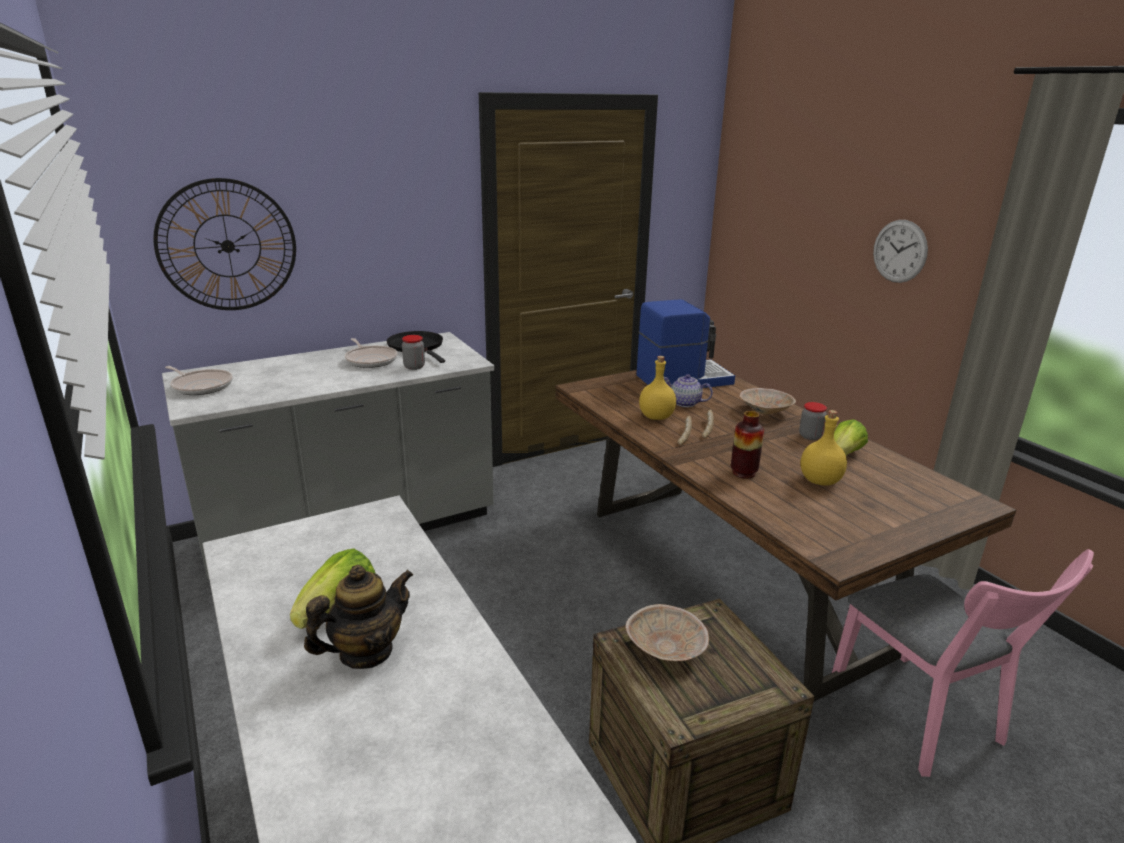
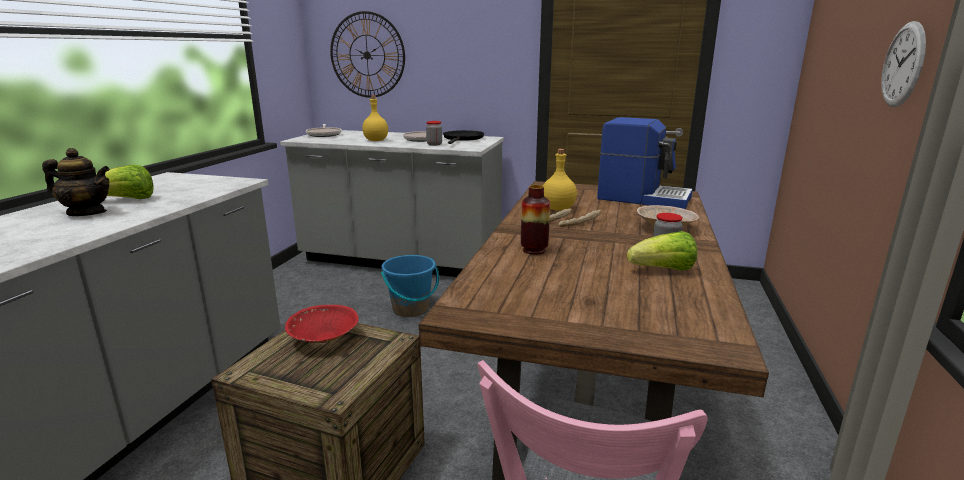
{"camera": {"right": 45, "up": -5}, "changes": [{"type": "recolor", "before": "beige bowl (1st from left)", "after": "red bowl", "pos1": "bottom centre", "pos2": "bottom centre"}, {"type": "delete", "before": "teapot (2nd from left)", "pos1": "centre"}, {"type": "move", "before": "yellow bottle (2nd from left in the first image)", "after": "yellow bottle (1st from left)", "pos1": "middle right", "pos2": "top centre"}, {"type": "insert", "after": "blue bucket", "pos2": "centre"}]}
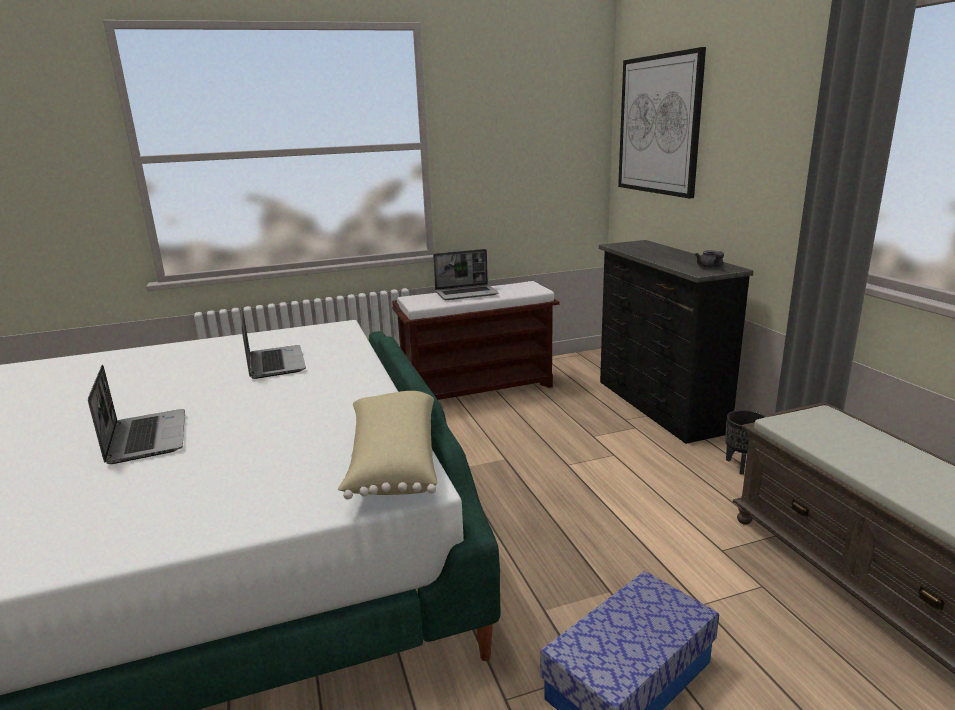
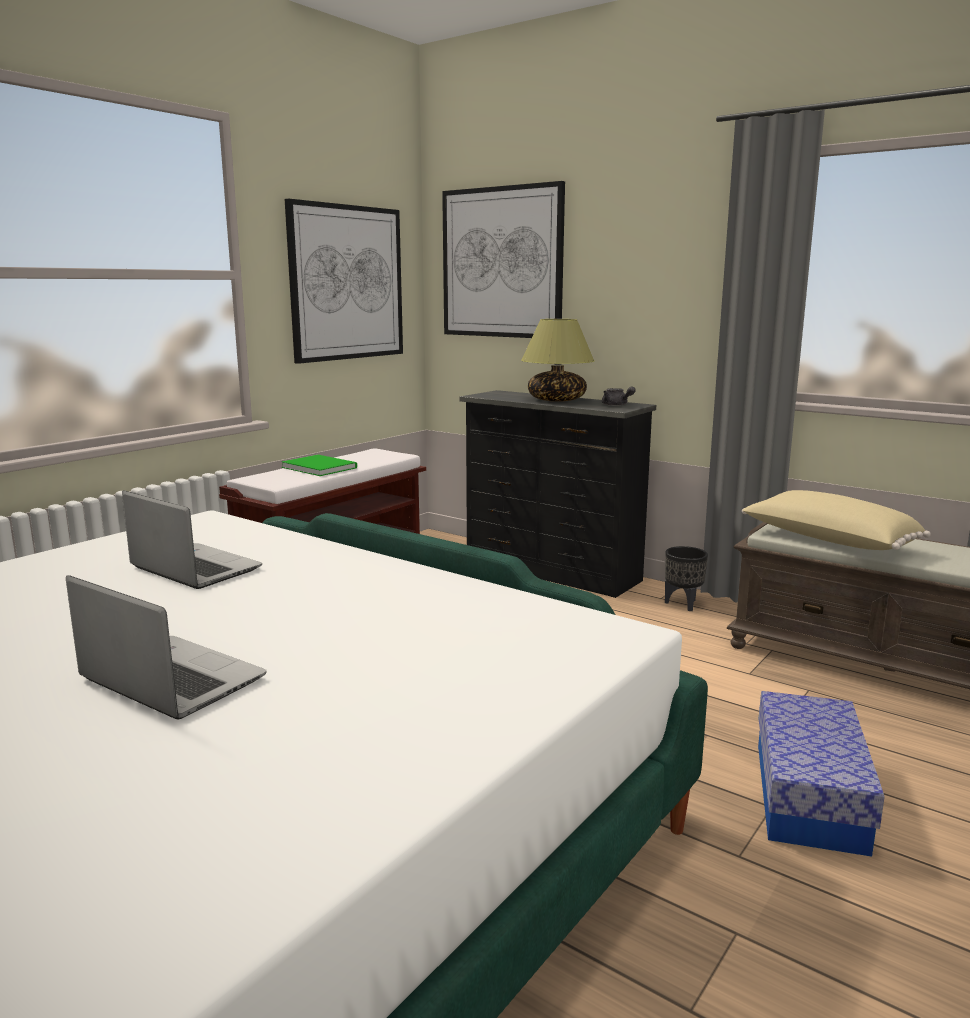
{"camera": {"right": -35, "up": -5}, "changes": [{"type": "move", "before": "beige pillow", "pos1": "centre", "pos2": "middle right"}, {"type": "replace", "before": "laptop (3rd from left)", "after": "green book", "pos1": "centre", "pos2": "middle left"}, {"type": "insert", "after": "picture (1st from left)", "pos2": "top centre"}, {"type": "insert", "after": "table lamp", "pos2": "centre"}]}
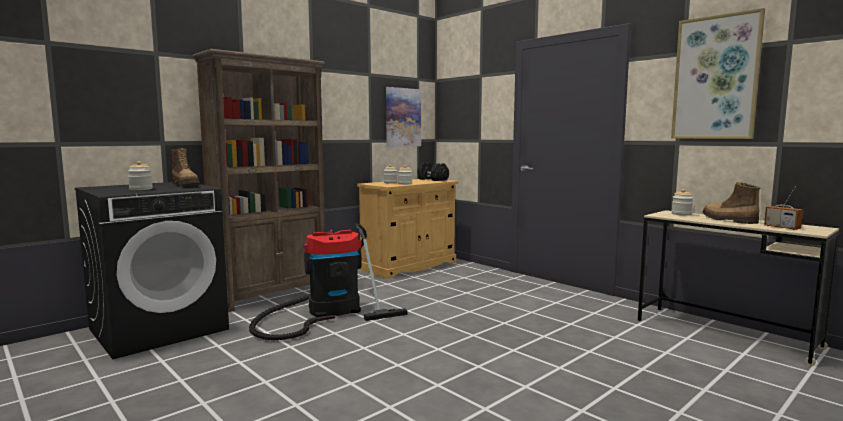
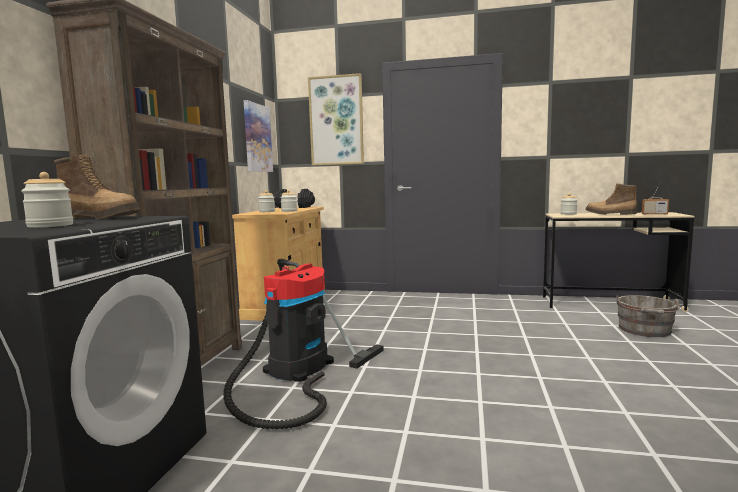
{"camera": {"right": -35, "up": 0}, "changes": [{"type": "move", "before": "picture (2nd from left)", "pos1": "top right", "pos2": "top centre"}, {"type": "insert", "after": "grey bucket", "pos2": "middle right"}]}
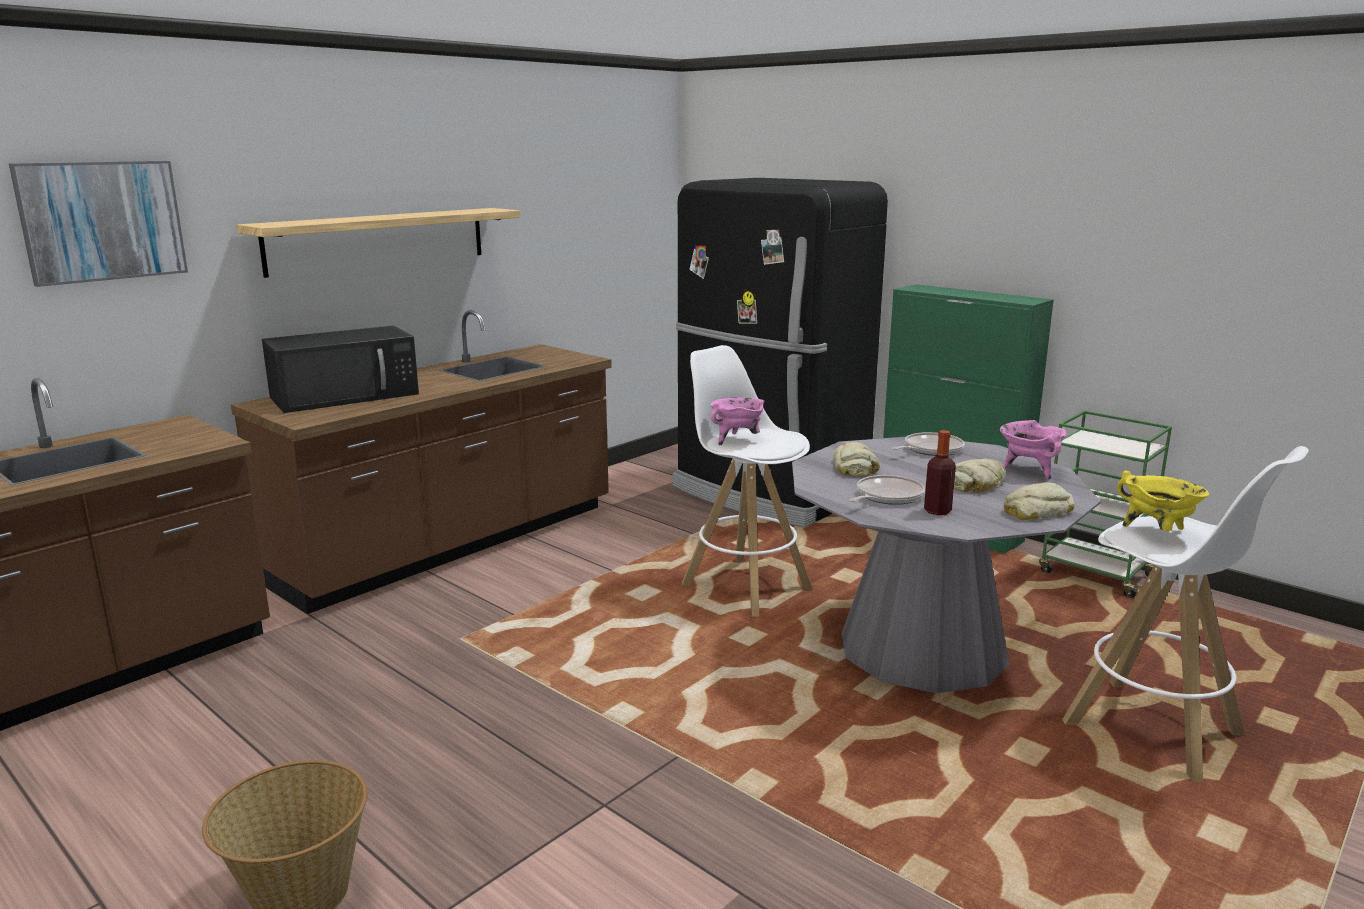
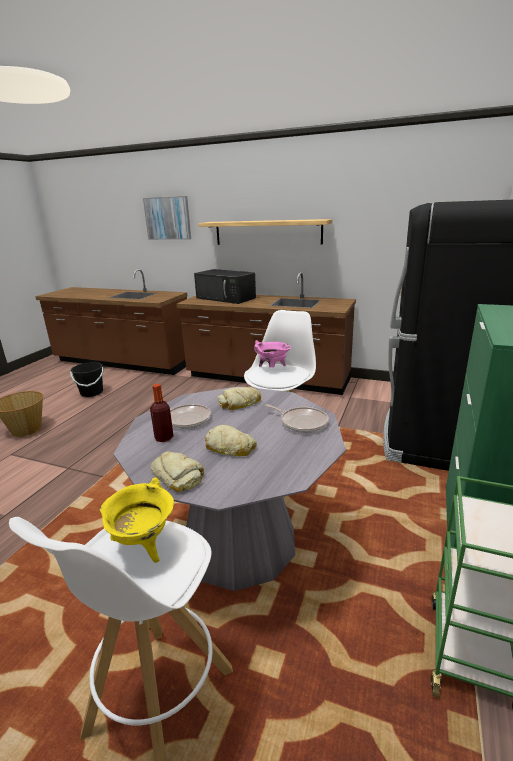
{"camera": {"right": 70, "up": 5}, "changes": [{"type": "delete", "before": "pink cooking pot (2nd from left)", "pos1": "middle right"}, {"type": "insert", "after": "black bucket", "pos2": "middle left"}]}
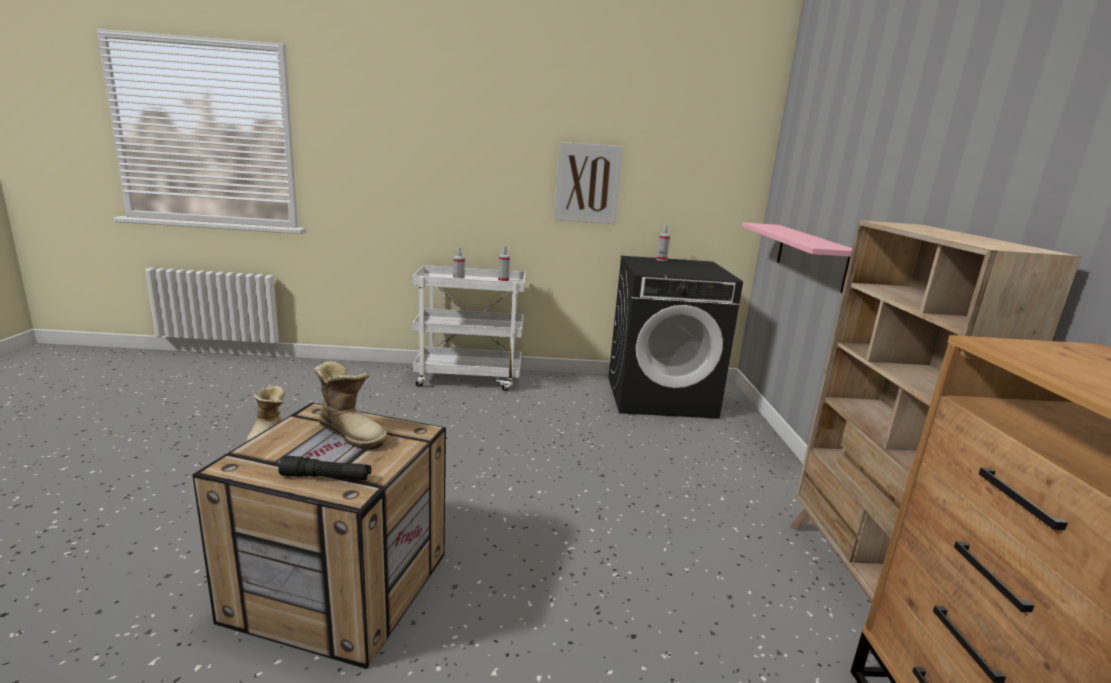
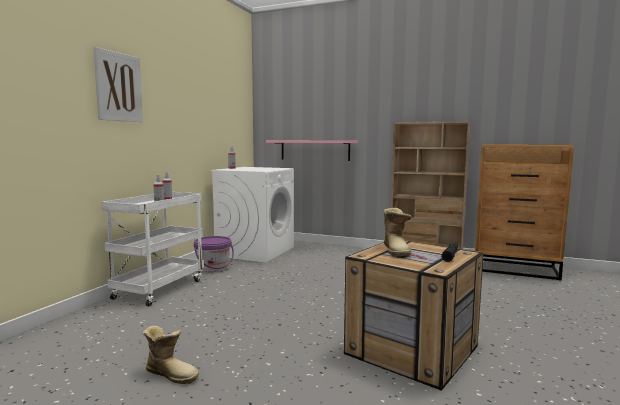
{"camera": {"right": -65, "up": -10}, "changes": [{"type": "rotate", "before": "boot (2nd from left)", "pos1": "middle left", "pos2": "centre", "turn": 120}, {"type": "move", "before": "picture", "pos1": "top centre", "pos2": "top left"}, {"type": "recolor", "before": "black washing machine", "after": "white washing machine", "pos1": "centre", "pos2": "centre"}, {"type": "insert", "after": "purple bucket", "pos2": "centre"}]}
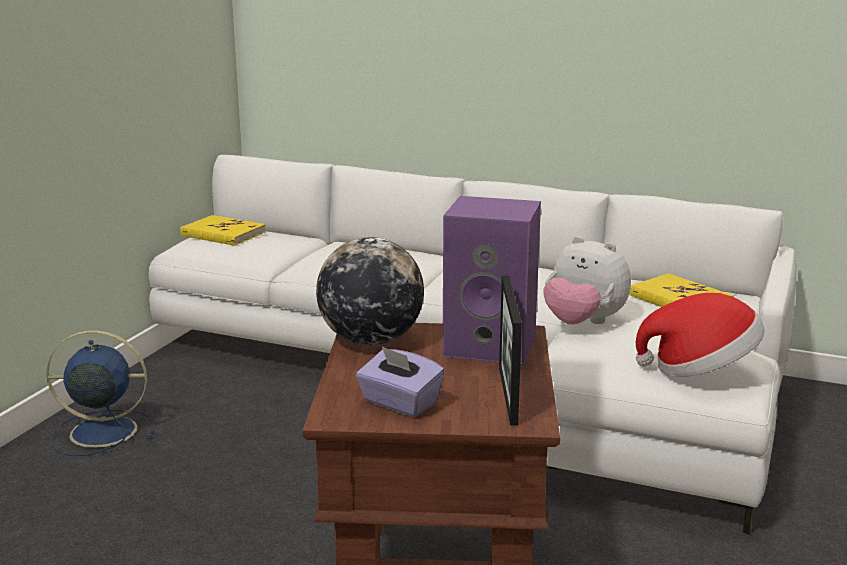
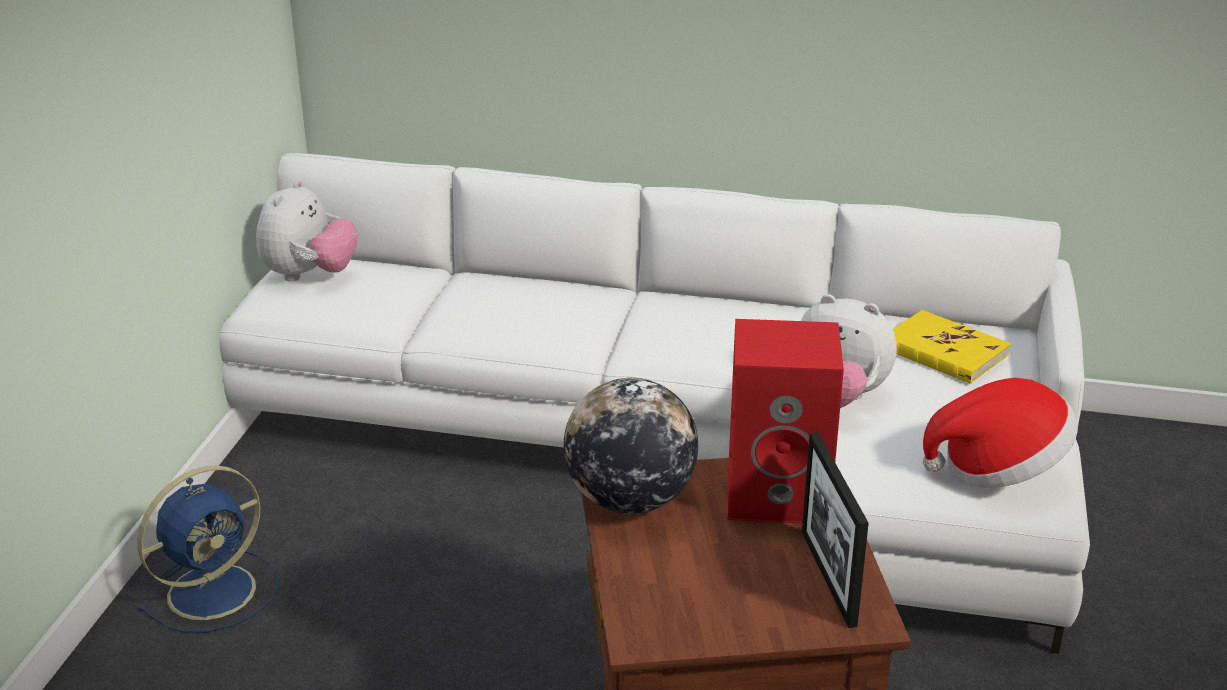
{"camera": {"right": -10, "up": 10}, "changes": [{"type": "rotate", "before": "blue fan", "pos1": "bottom left", "pos2": "bottom left", "turn": 150}, {"type": "replace", "before": "yellow book (1st from left)", "after": "plush toy (1st from left)", "pos1": "middle left", "pos2": "middle left"}, {"type": "delete", "before": "purple tissue box", "pos1": "bottom centre"}, {"type": "recolor", "before": "purple speaker", "after": "red speaker", "pos1": "centre", "pos2": "centre"}]}
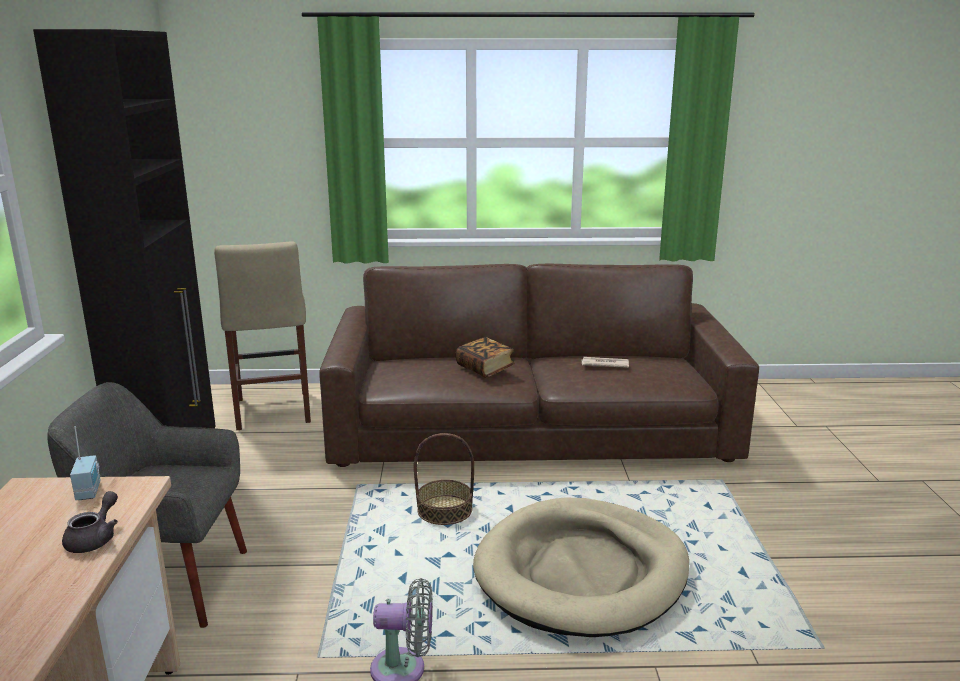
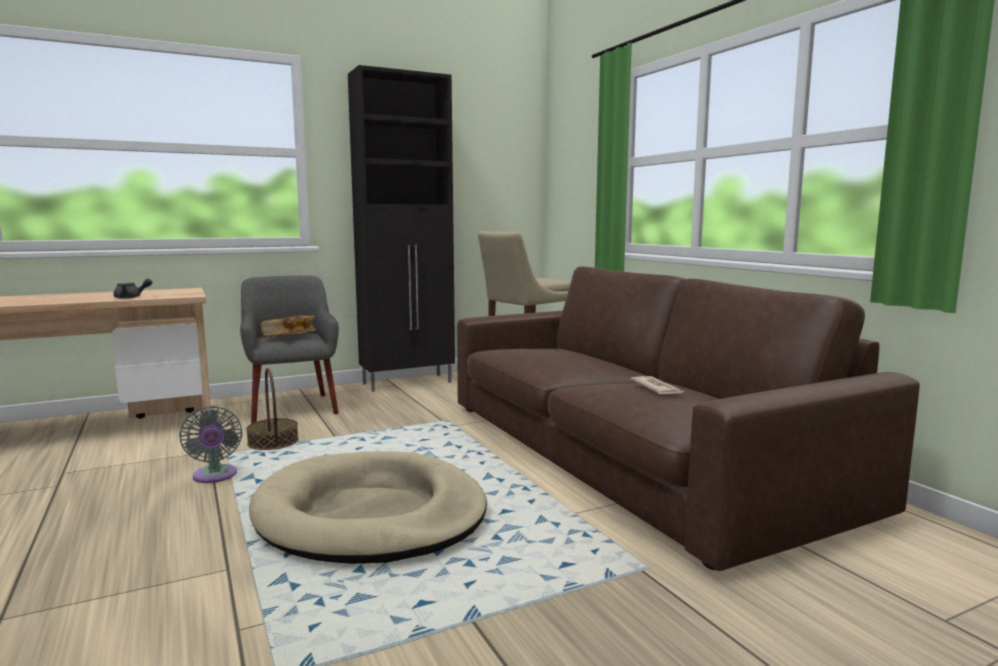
{"camera": {"right": 65, "up": -10}, "changes": [{"type": "delete", "before": "radio", "pos1": "bottom left"}, {"type": "move", "before": "basket", "pos1": "bottom centre", "pos2": "middle left"}, {"type": "move", "before": "book", "pos1": "centre", "pos2": "middle left"}]}
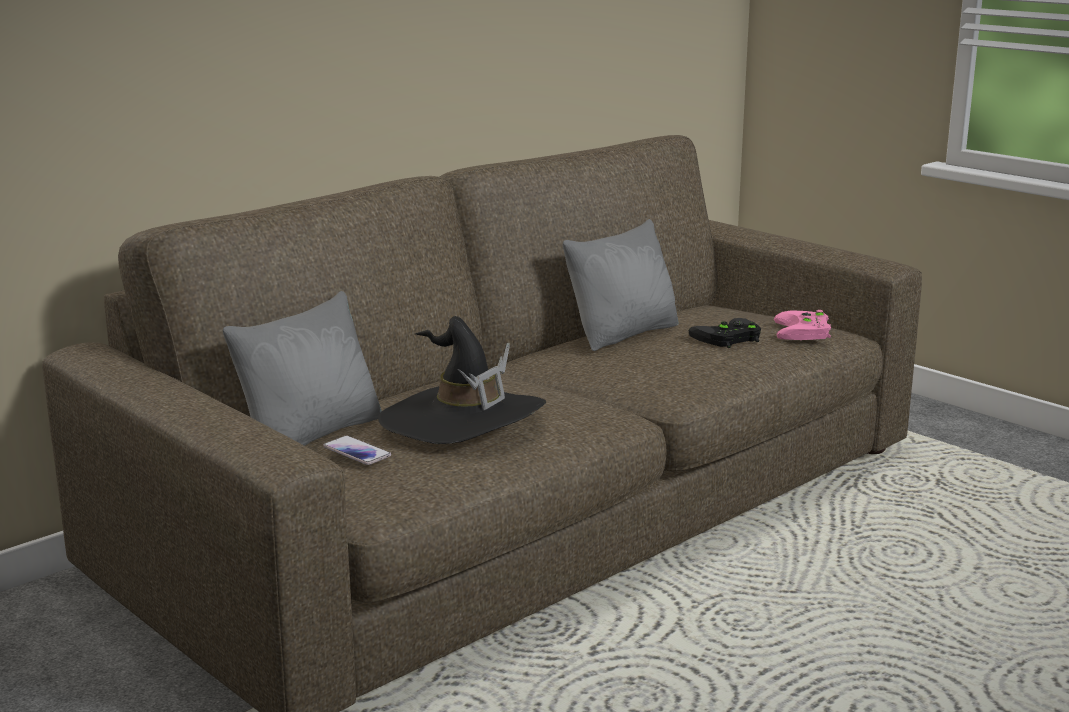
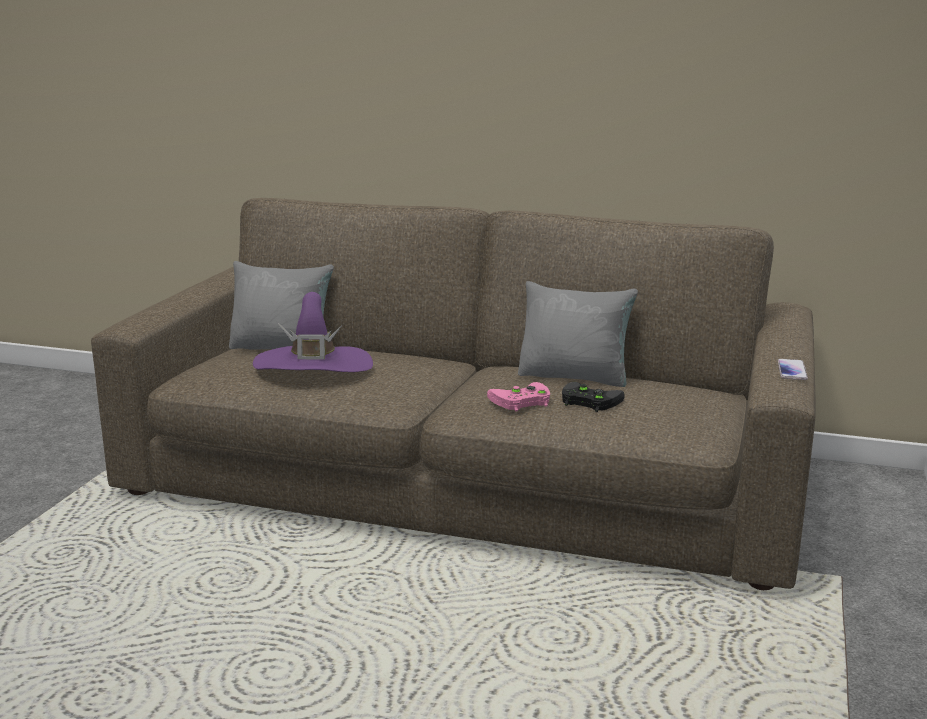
{"camera": {"right": 60, "up": 0}, "changes": [{"type": "move", "before": "phone", "pos1": "centre", "pos2": "middle right"}, {"type": "recolor", "before": "black hat", "after": "purple hat", "pos1": "centre", "pos2": "centre"}, {"type": "move", "before": "pink game controller", "pos1": "middle right", "pos2": "centre"}]}
